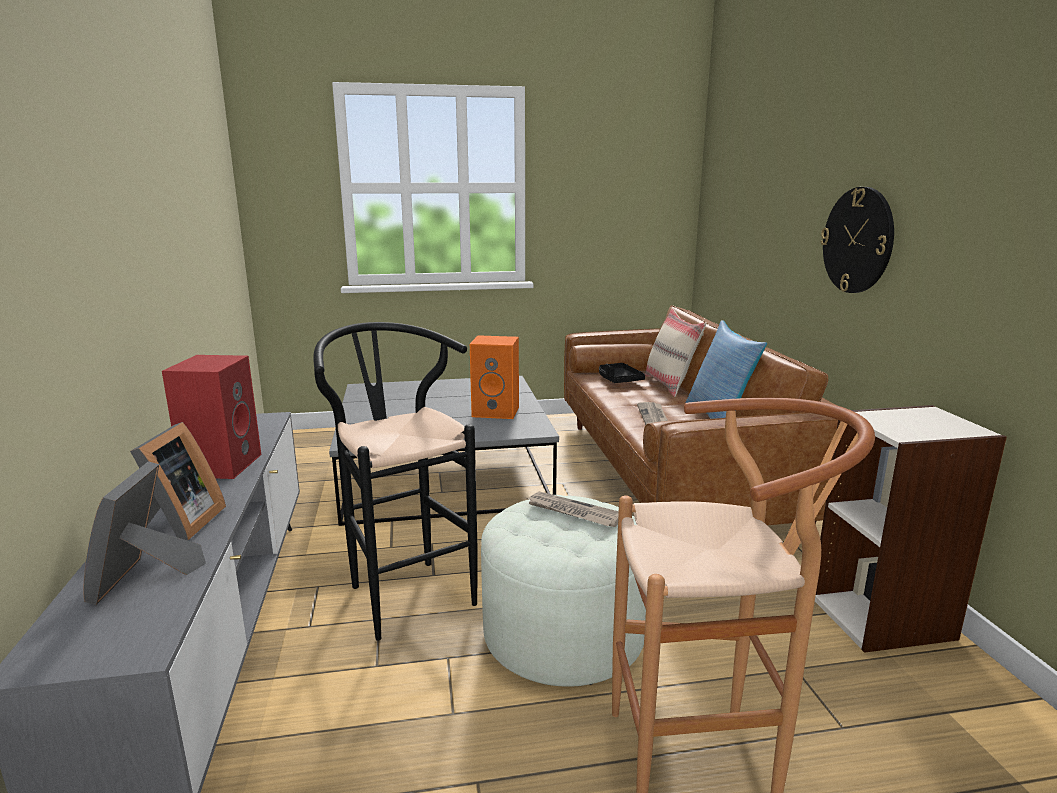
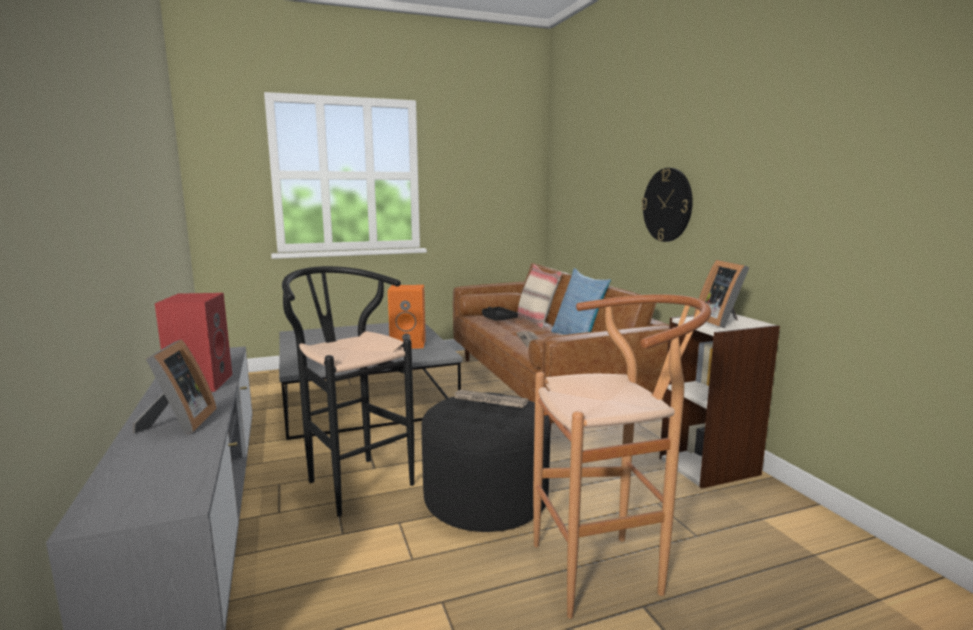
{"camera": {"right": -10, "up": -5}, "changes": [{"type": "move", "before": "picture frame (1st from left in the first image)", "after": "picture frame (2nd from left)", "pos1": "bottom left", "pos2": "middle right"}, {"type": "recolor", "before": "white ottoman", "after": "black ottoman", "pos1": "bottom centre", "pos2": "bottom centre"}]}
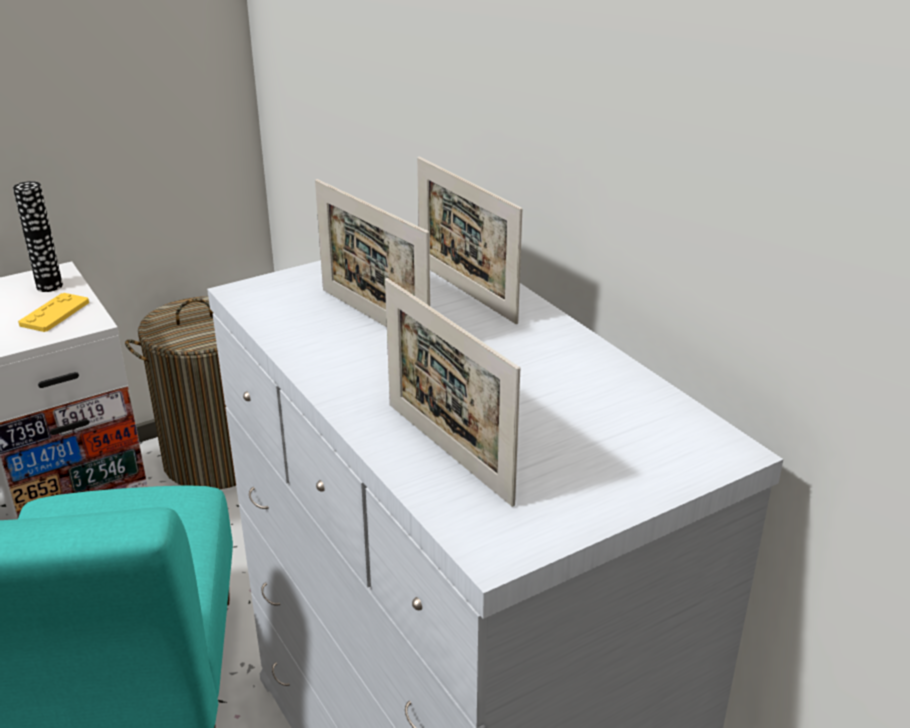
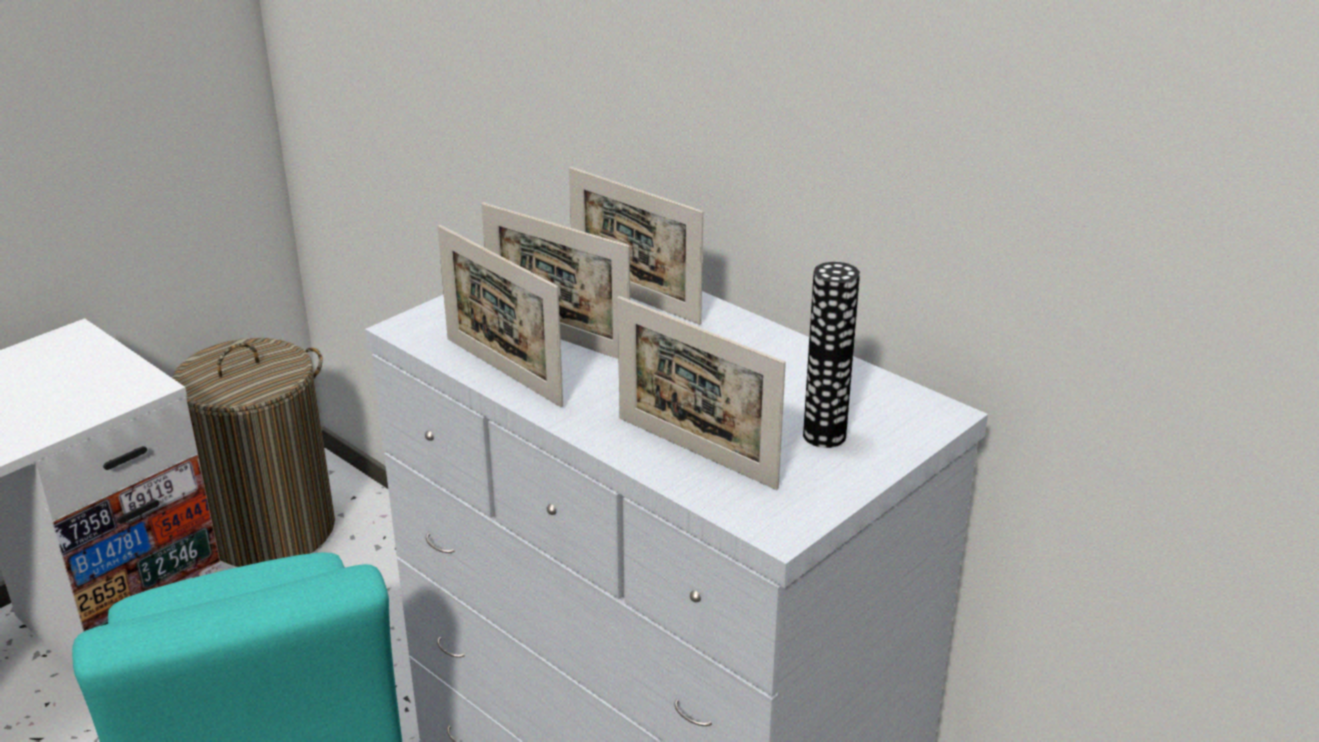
{"camera": {"right": -15, "up": 0}, "changes": [{"type": "move", "before": "vase", "pos1": "top left", "pos2": "centre"}, {"type": "delete", "before": "yellow game controller", "pos1": "middle left"}, {"type": "insert", "after": "picture frame (1st from left)", "pos2": "centre"}]}
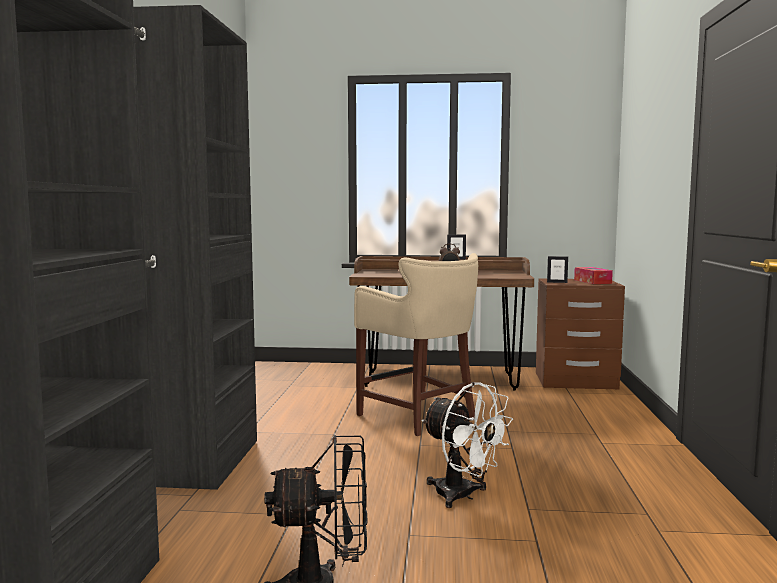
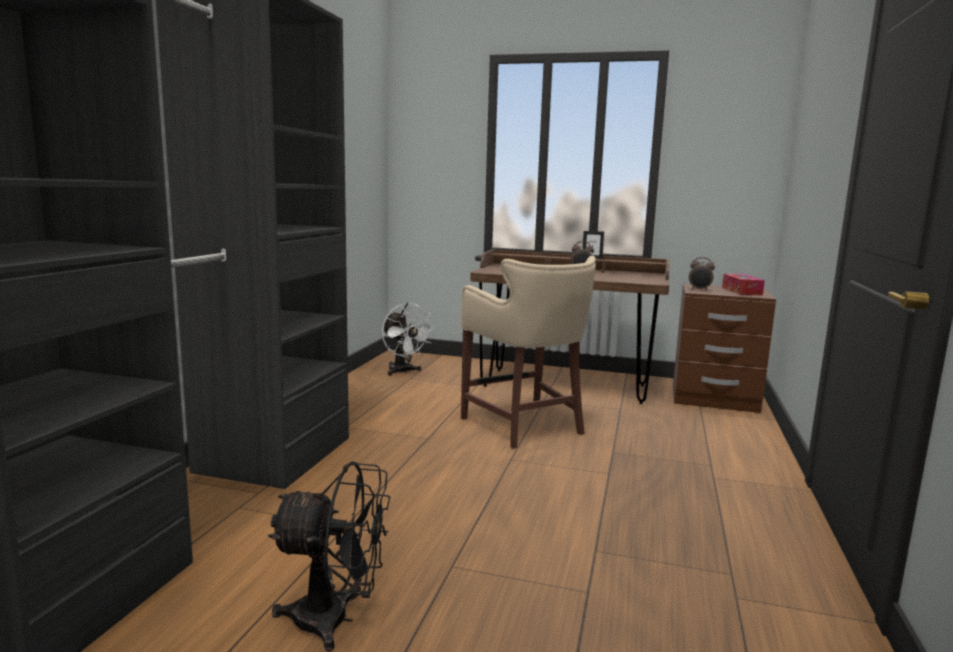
{"camera": {"right": 10, "up": 5}, "changes": [{"type": "move", "before": "white fan", "pos1": "bottom centre", "pos2": "centre"}, {"type": "replace", "before": "picture frame (2nd from left)", "after": "alarm clock (2nd from left)", "pos1": "middle right", "pos2": "middle right"}]}
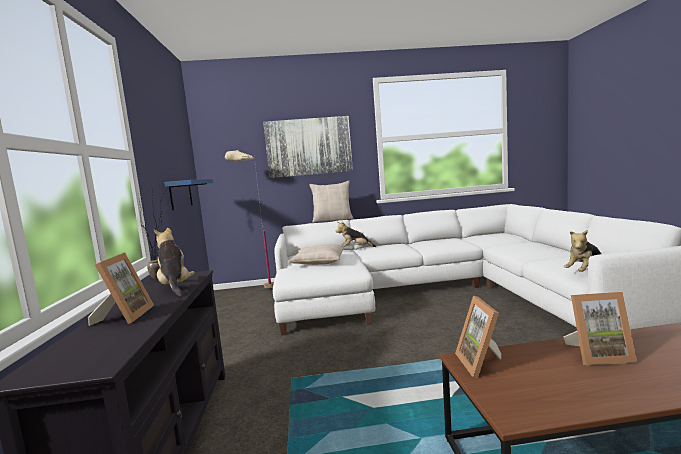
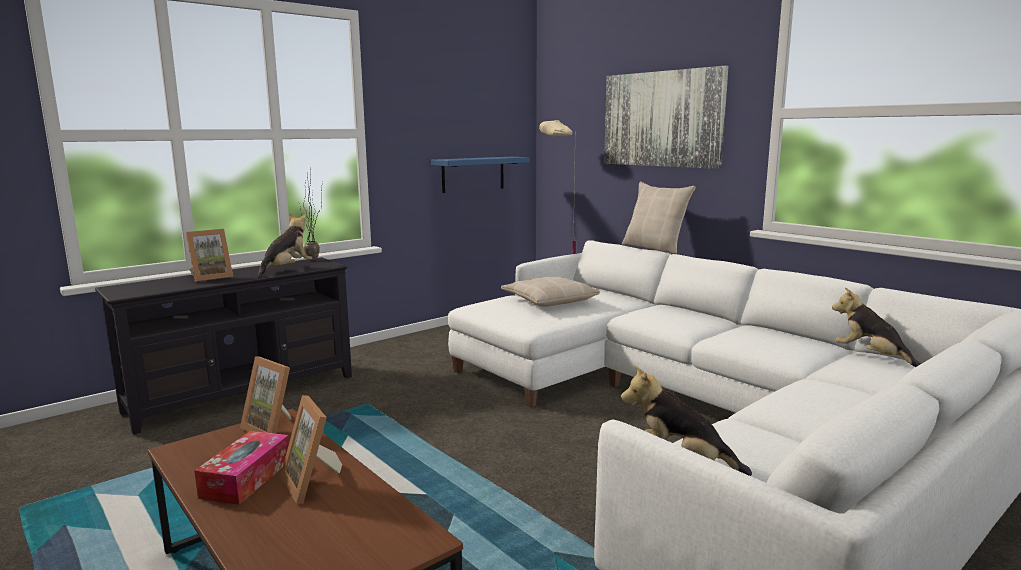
{"camera": {"right": 55, "up": 5}, "changes": [{"type": "move", "before": "plush toy (2nd from left in the first image)", "after": "plush toy (3rd from left)", "pos1": "centre", "pos2": "middle right"}, {"type": "rotate", "before": "picture frame (2nd from left)", "pos1": "bottom right", "pos2": "bottom left", "turn": -105}, {"type": "insert", "after": "tissue box", "pos2": "bottom left"}]}
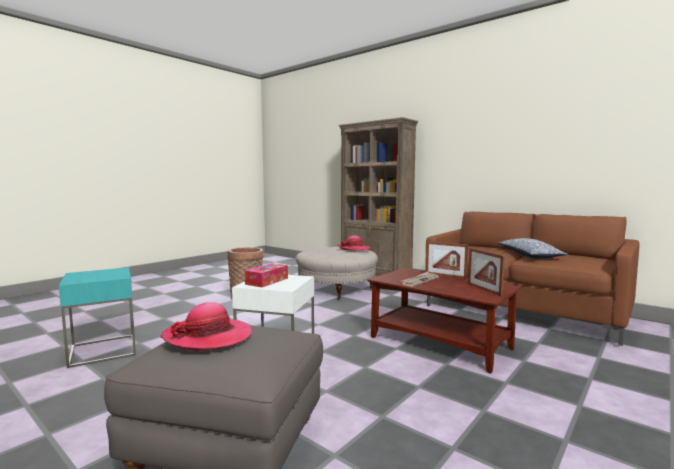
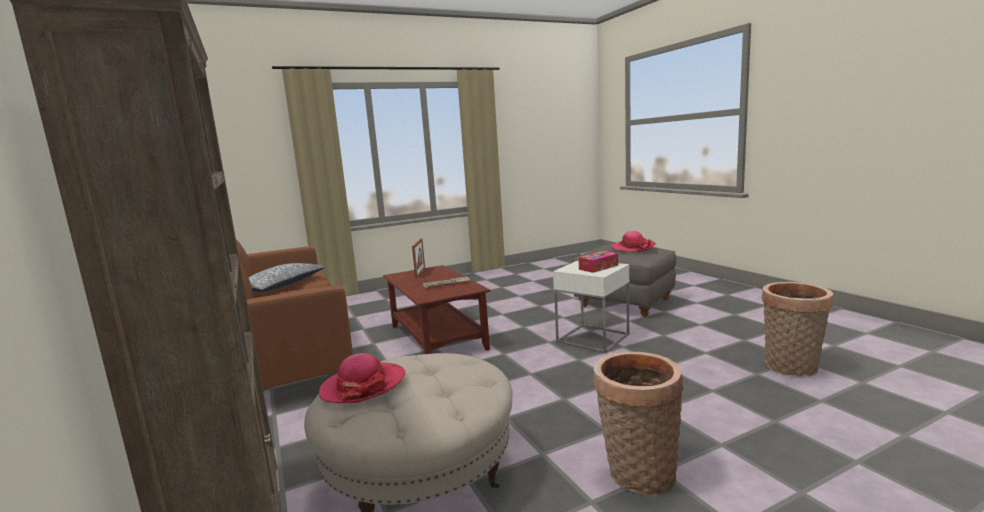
{"camera": {"right": -155, "up": 5}, "changes": [{"type": "replace", "before": "turquoise side table", "after": "basket (2nd from left)", "pos1": "bottom left", "pos2": "middle right"}, {"type": "delete", "before": "picture frame (1st from left)", "pos1": "centre"}]}
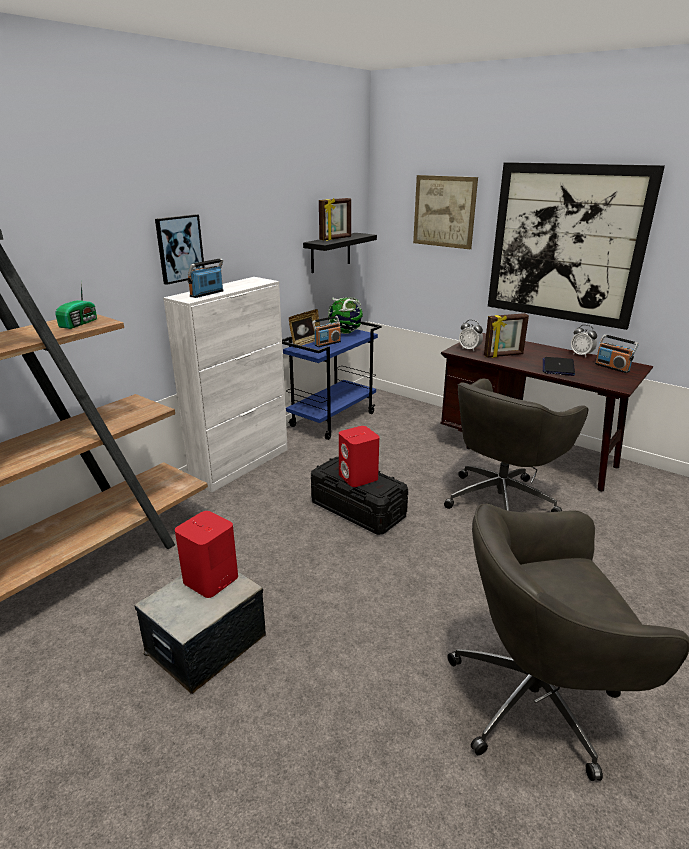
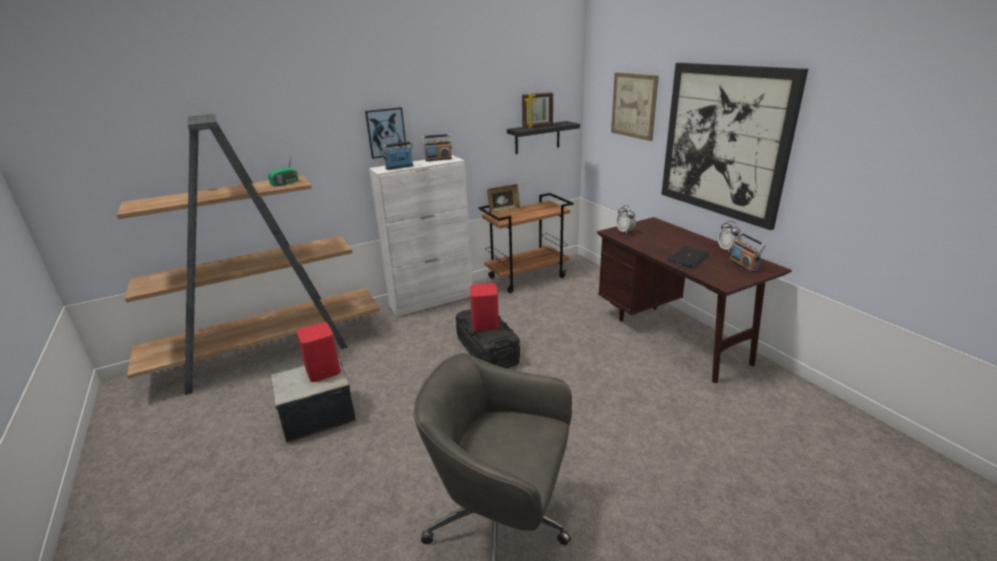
{"camera": {"right": 25, "up": 0}, "changes": [{"type": "recolor", "before": "blue cart", "after": "brown cart", "pos1": "centre", "pos2": "centre"}, {"type": "move", "before": "radio (3rd from left)", "pos1": "centre", "pos2": "top centre"}, {"type": "delete", "before": "globe", "pos1": "centre"}, {"type": "delete", "before": "grey office chair (1st from left)", "pos1": "middle right"}, {"type": "delete", "before": "picture frame (3rd from left)", "pos1": "middle right"}]}
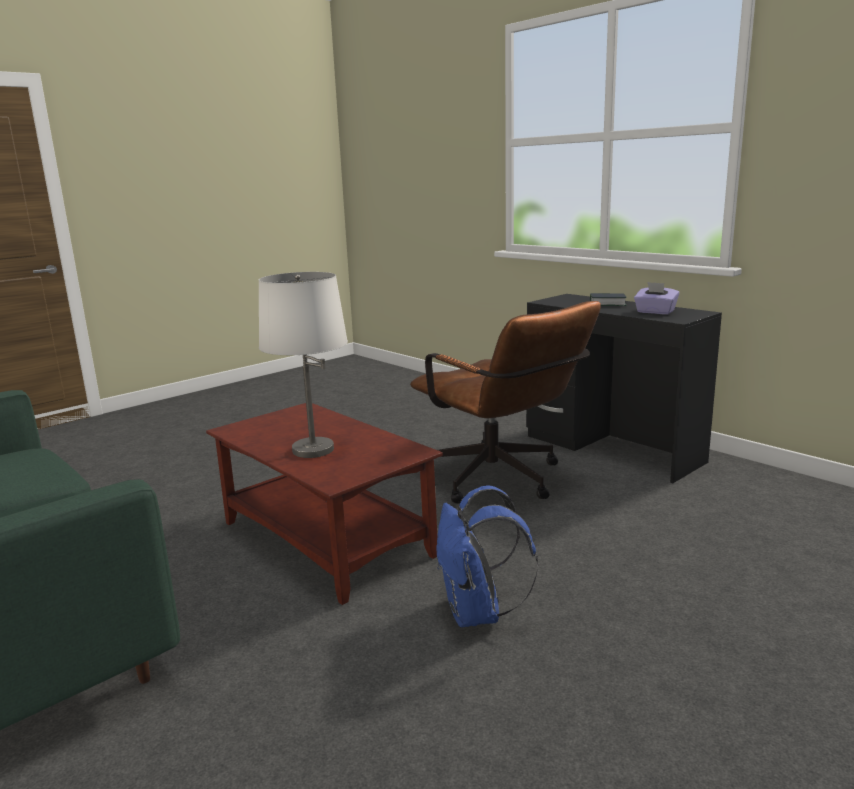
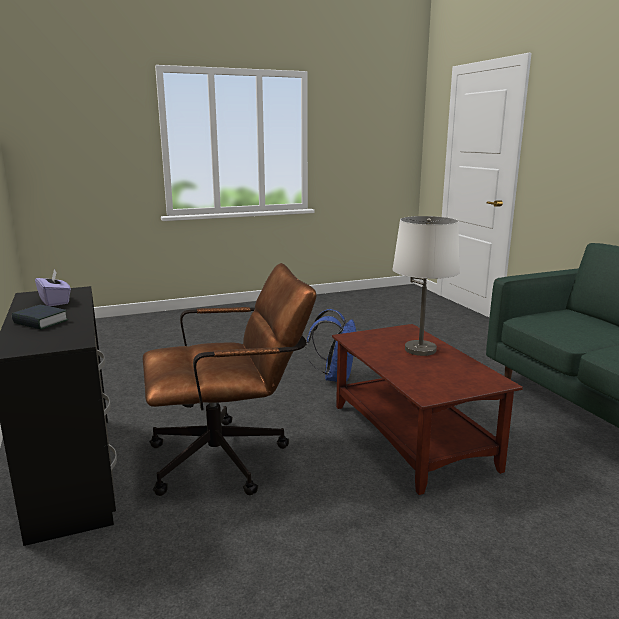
{"camera": {"right": -160, "up": 0}, "changes": [{"type": "rotate", "before": "brown office chair", "pos1": "centre", "pos2": "centre", "turn": 90}]}
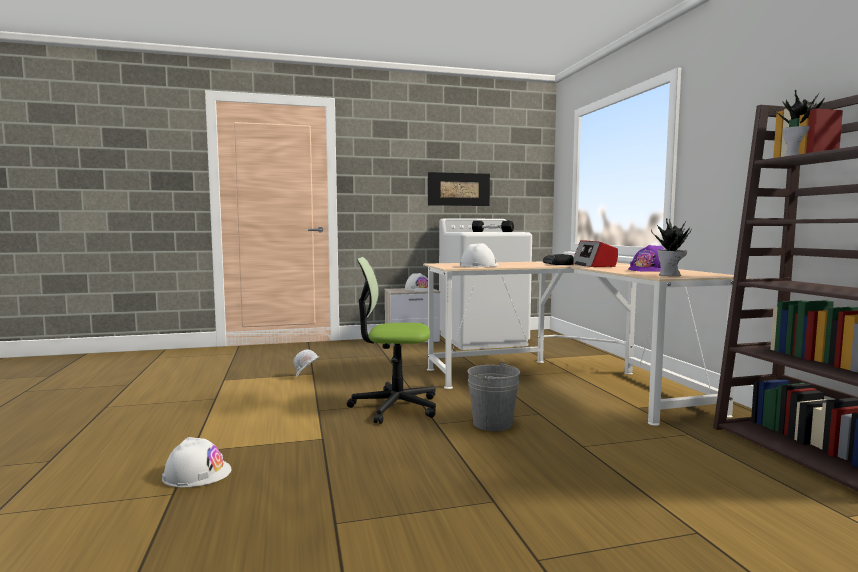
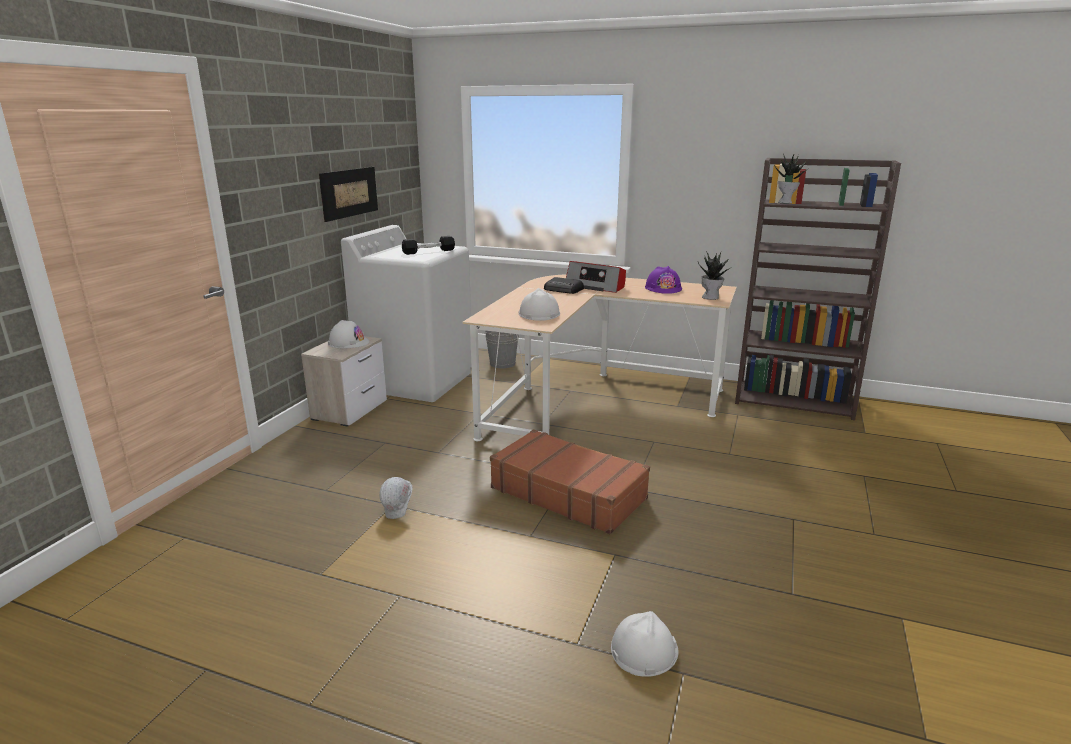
{"camera": {"right": -55, "up": 15}, "changes": [{"type": "replace", "before": "office chair", "after": "brown suitcase", "pos1": "centre", "pos2": "centre"}, {"type": "move", "before": "grey bucket", "pos1": "bottom centre", "pos2": "centre"}]}
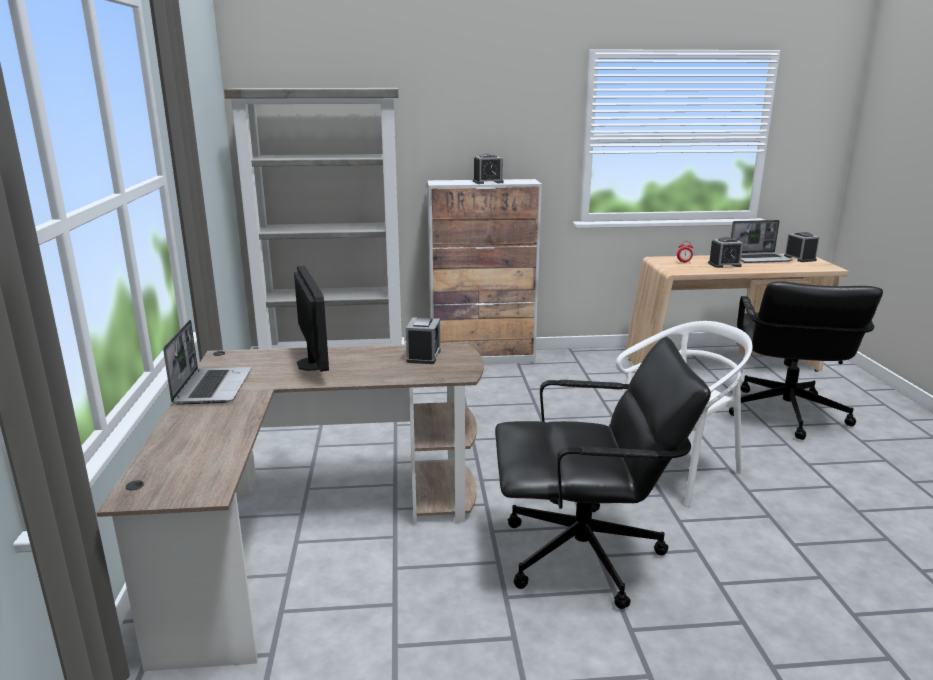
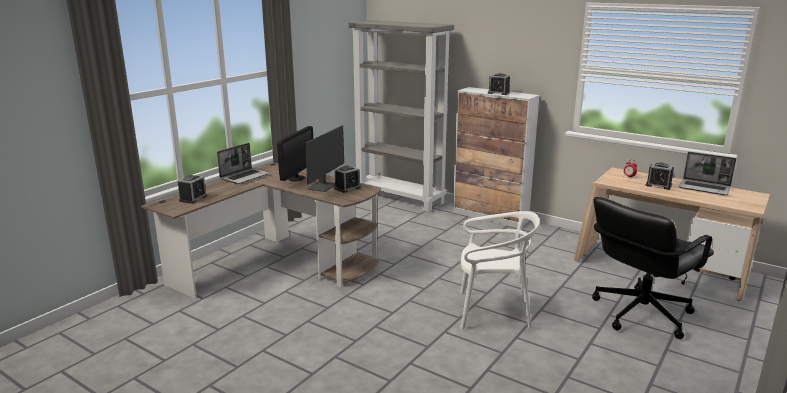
{"camera": {"right": 40, "up": 0}, "changes": [{"type": "delete", "before": "black office chair (1st from left)", "pos1": "bottom centre"}, {"type": "move", "before": "alarm clock (5th from left in the first image)", "after": "alarm clock (1st from left)", "pos1": "middle right", "pos2": "middle left"}, {"type": "insert", "after": "monitor (2nd from left)", "pos2": "centre"}]}
